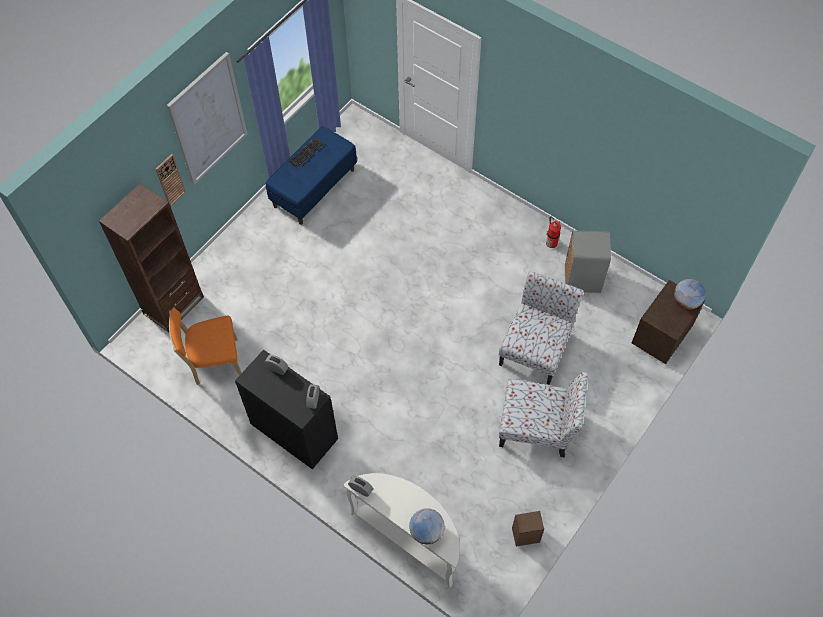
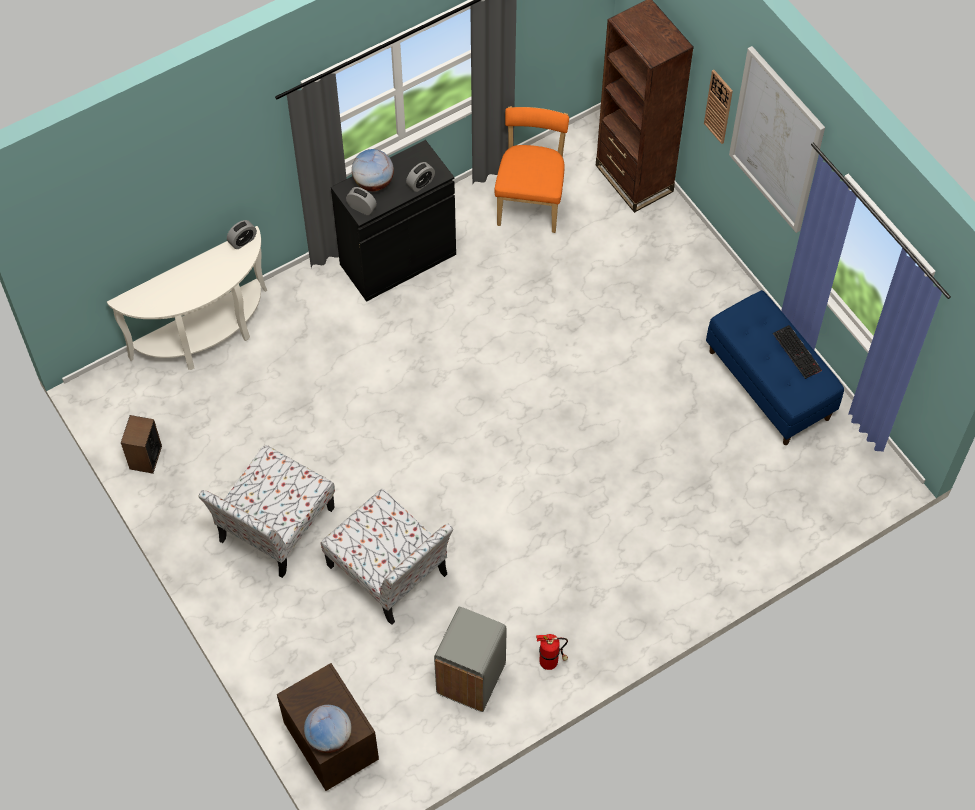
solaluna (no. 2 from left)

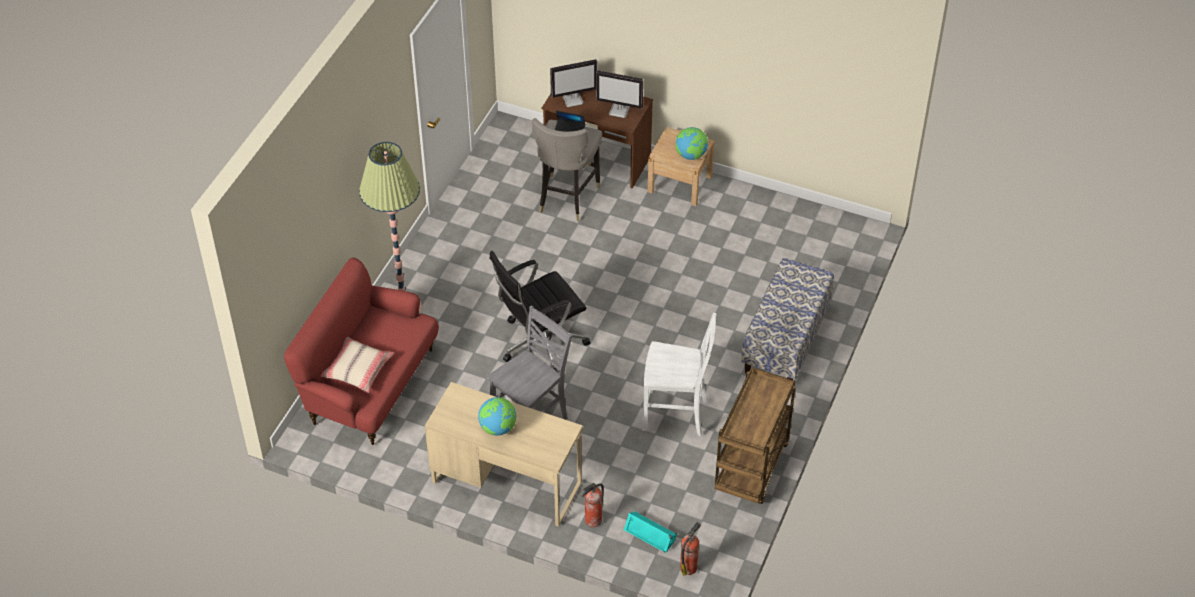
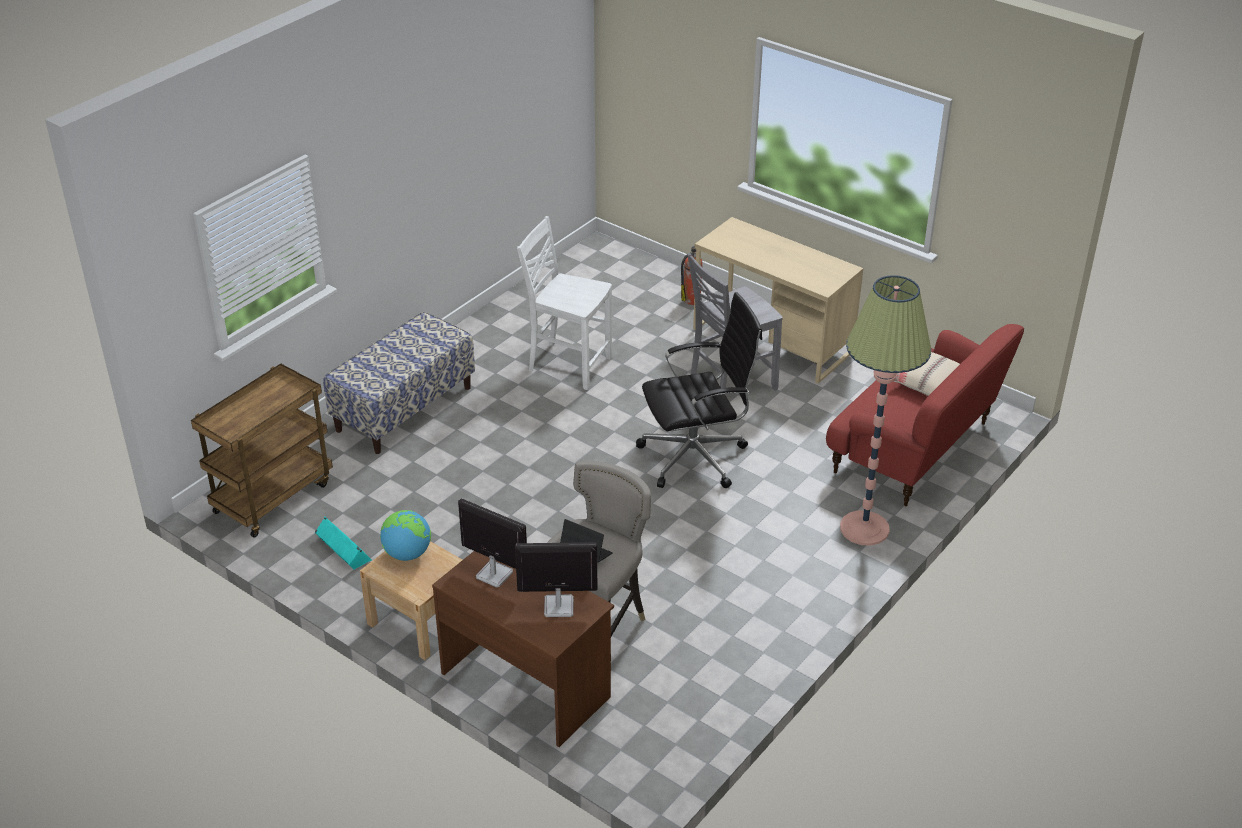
solaluna (no. 1 from left in the first image); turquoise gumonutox; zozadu (no. 2 from left in the first image); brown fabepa

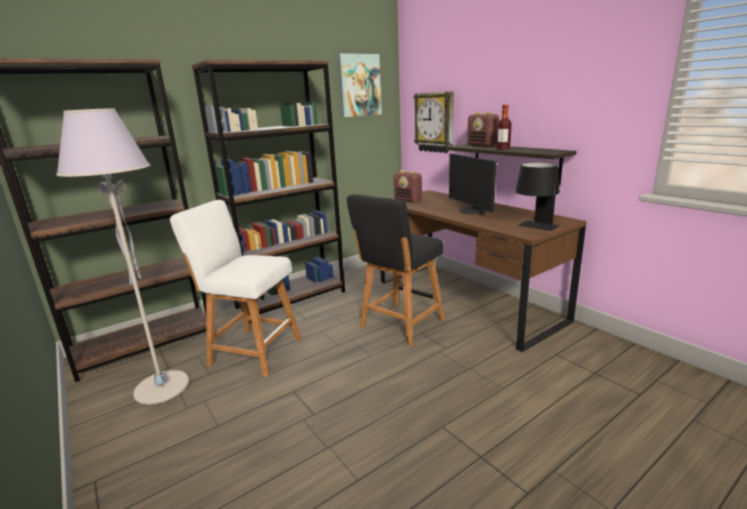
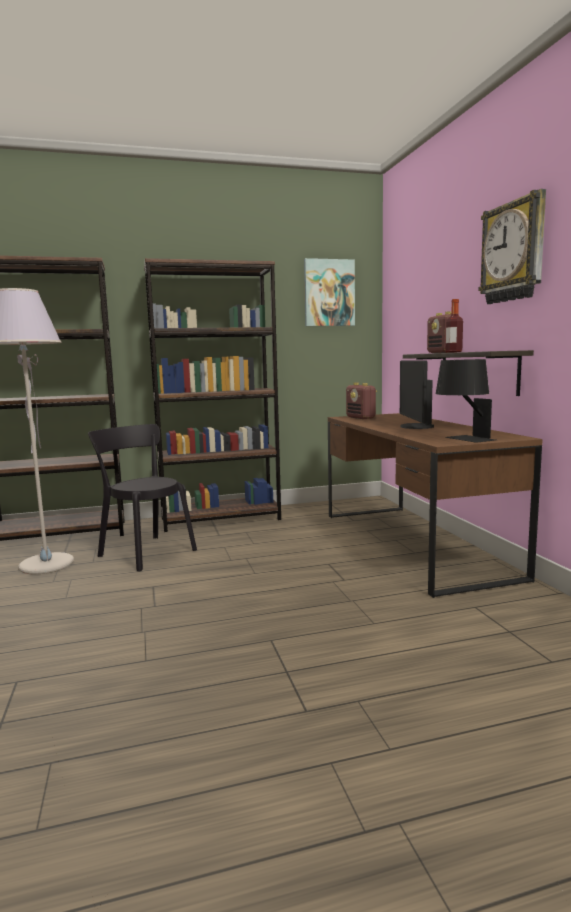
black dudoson; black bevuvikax; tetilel

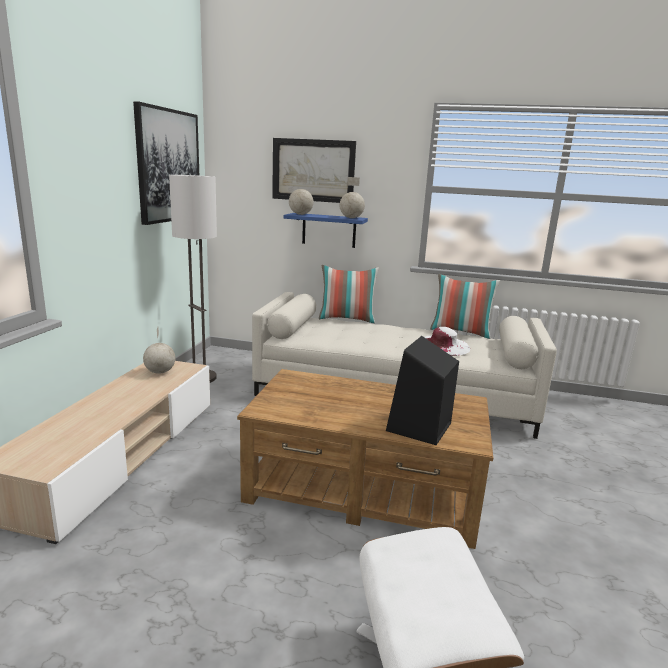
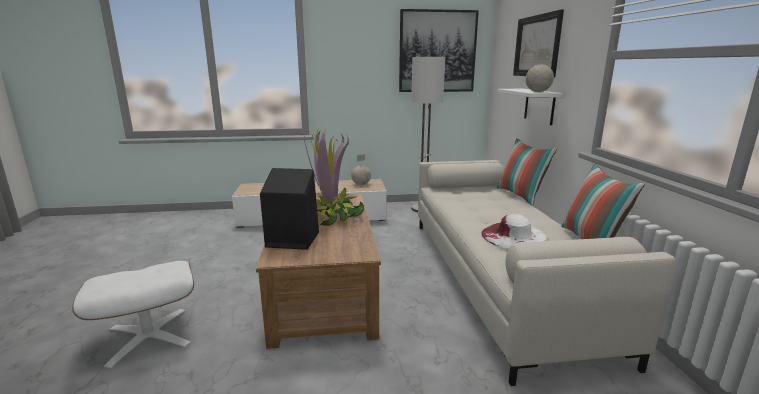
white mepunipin; solaluna (no. 2 from left in the first image); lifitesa

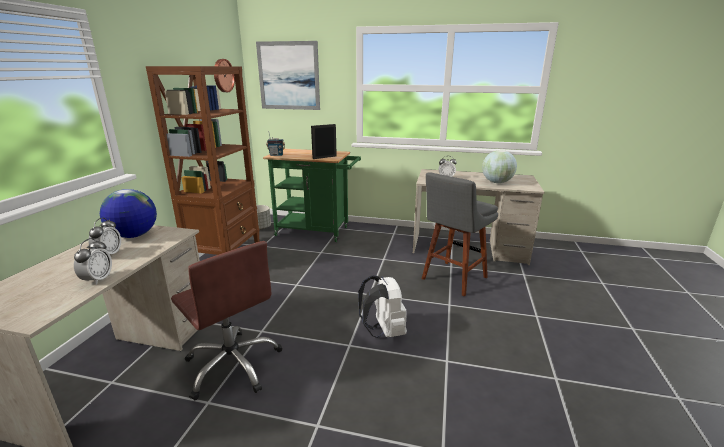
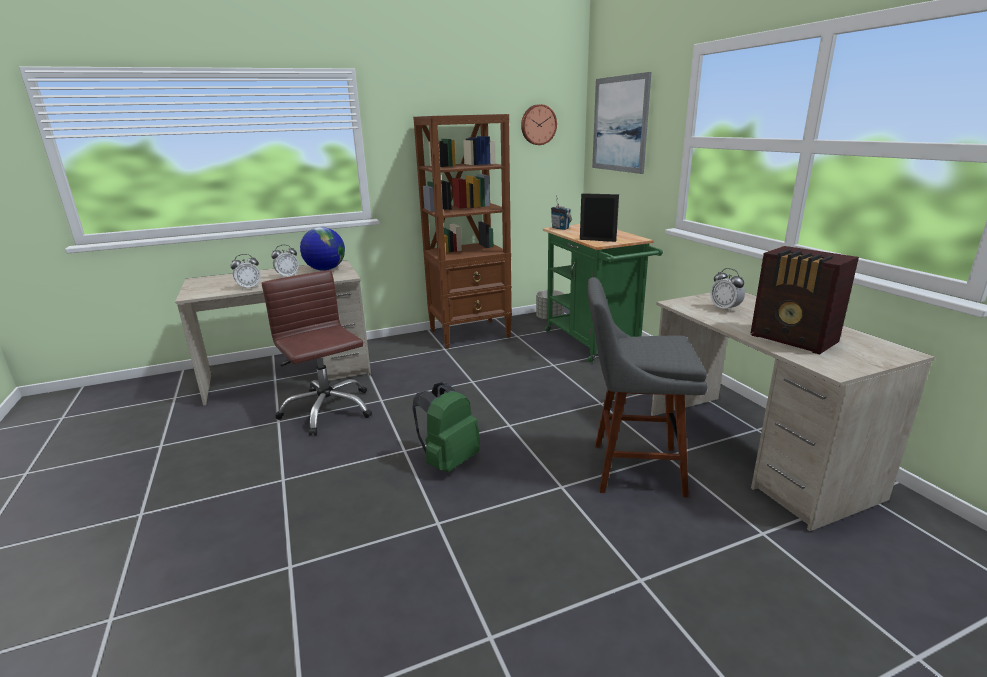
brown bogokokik; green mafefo; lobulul (no. 2 from left)

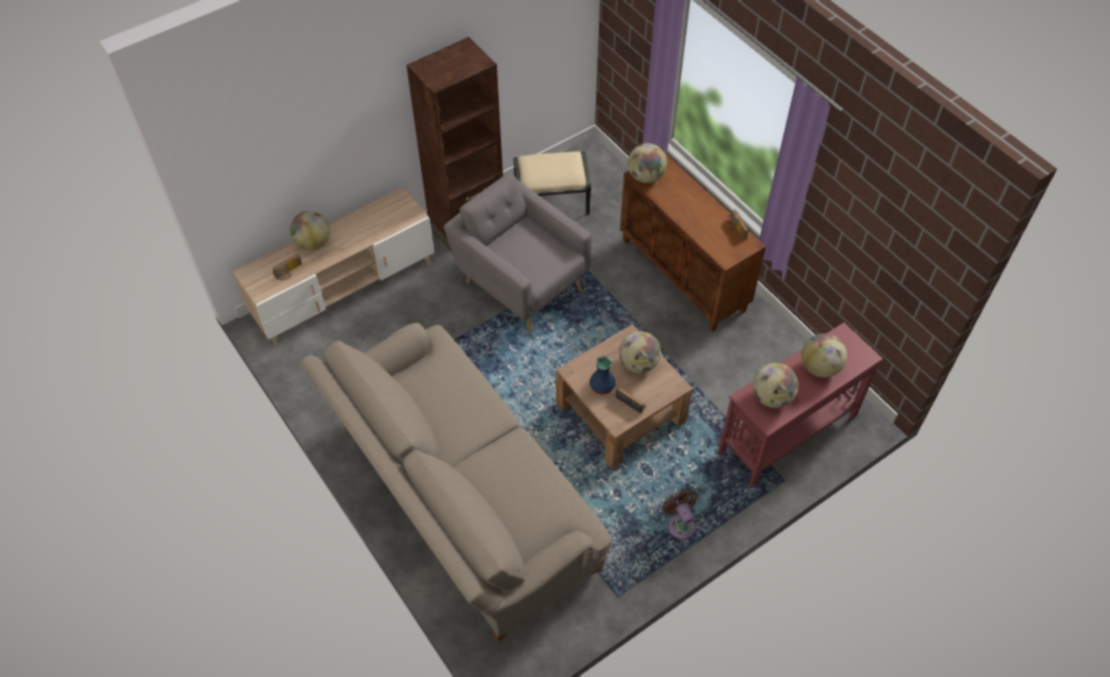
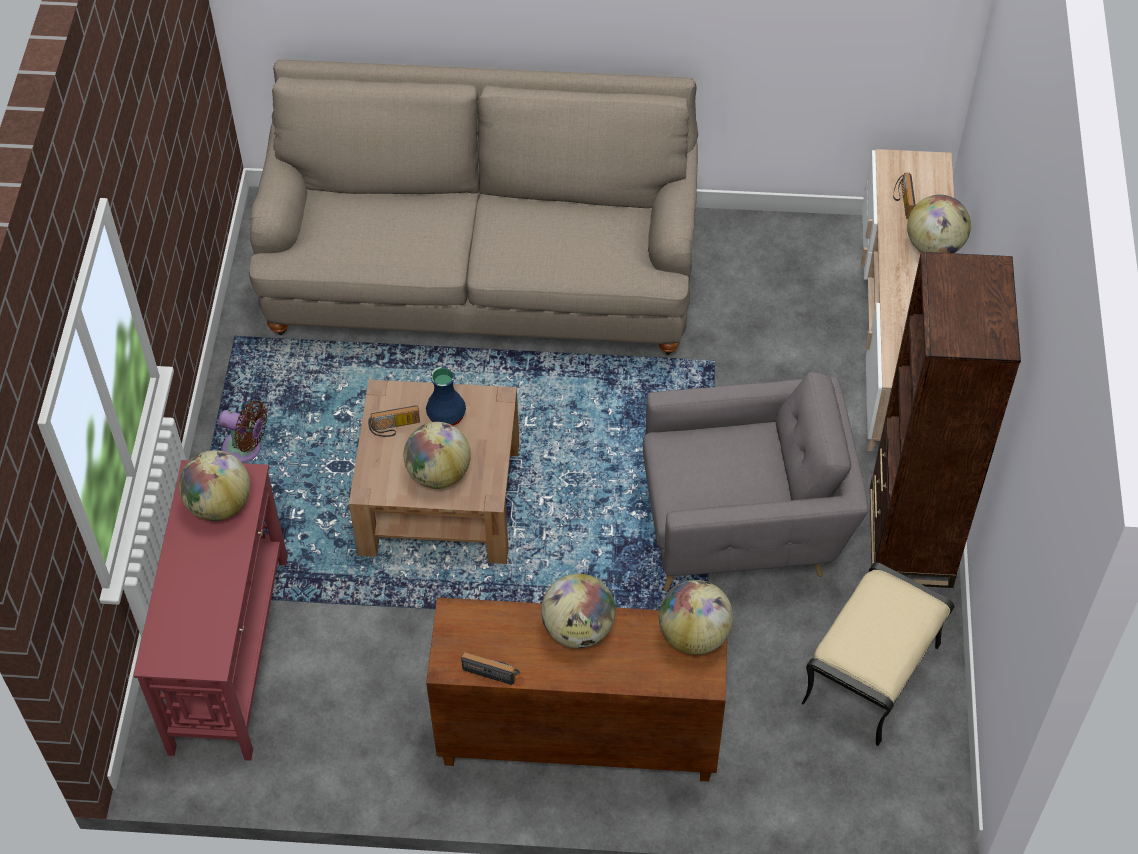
solaluna (no. 3 from left)

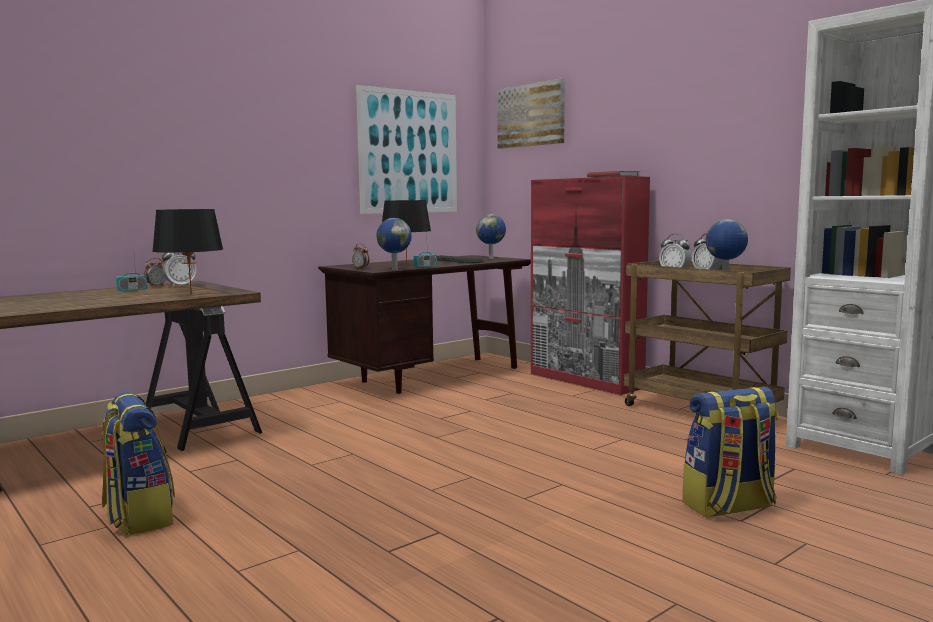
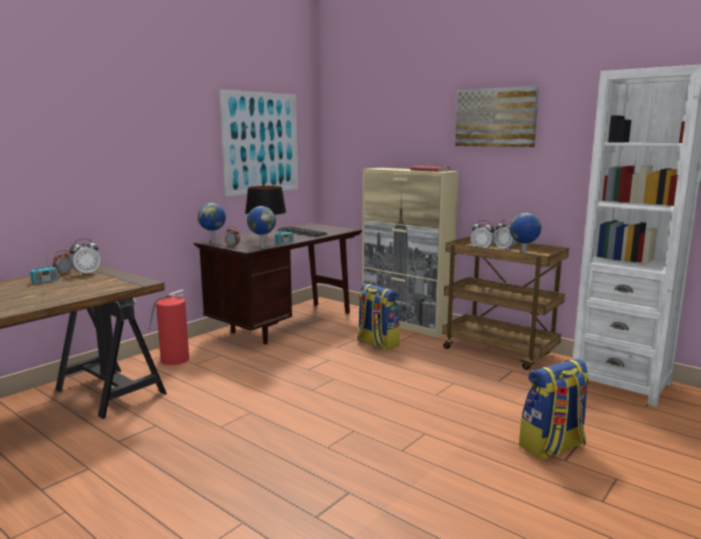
mafefo (no. 1 from left); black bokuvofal (no. 1 from left in the first image); solaluna (no. 1 from left); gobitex (no. 2 from left); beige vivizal; zozadu

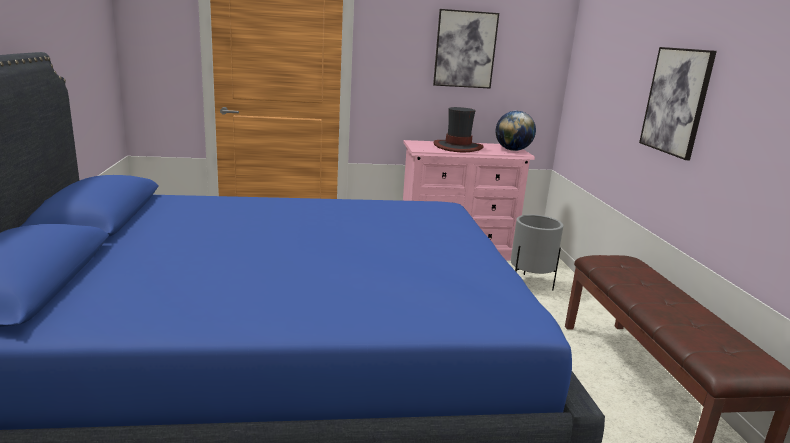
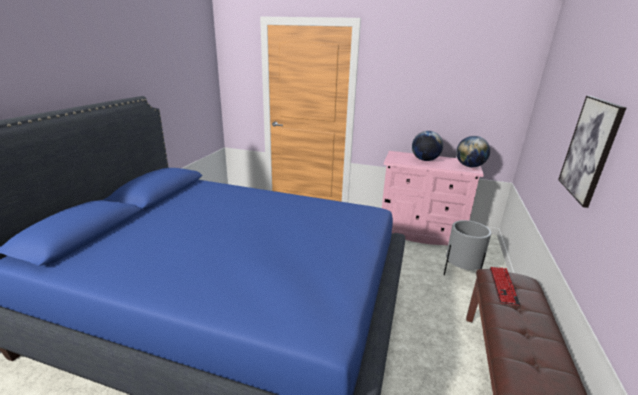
gobitex (no. 1 from left in the first image); solaluna (no. 1 from left); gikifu

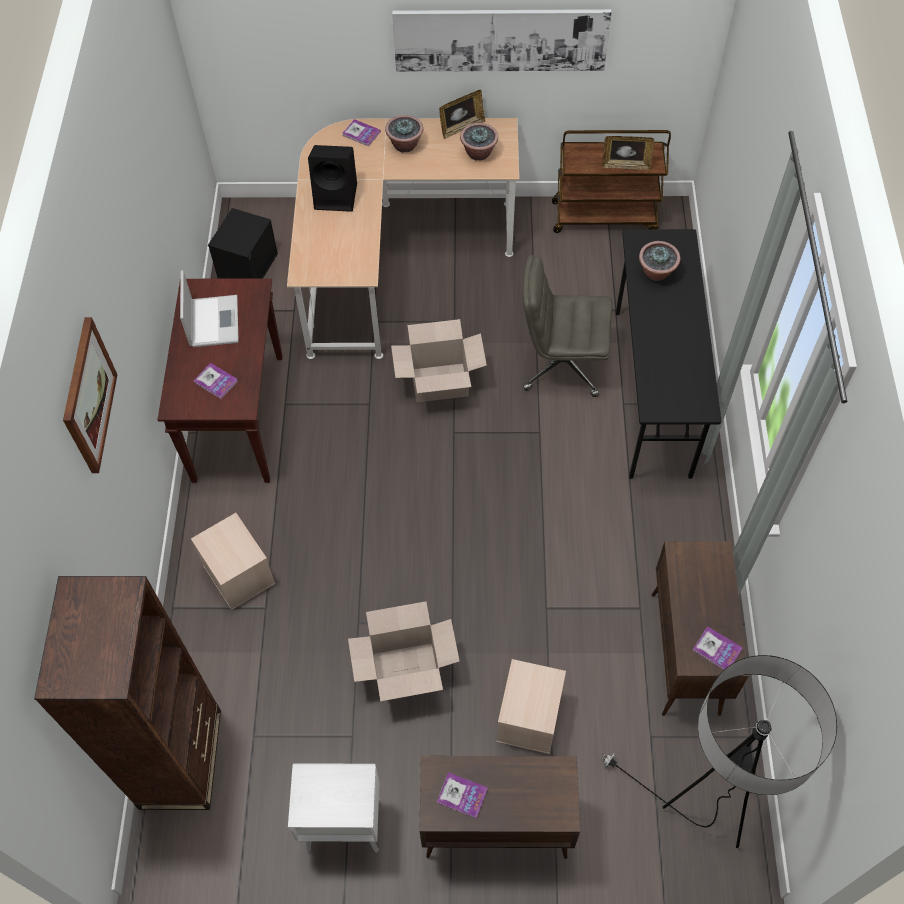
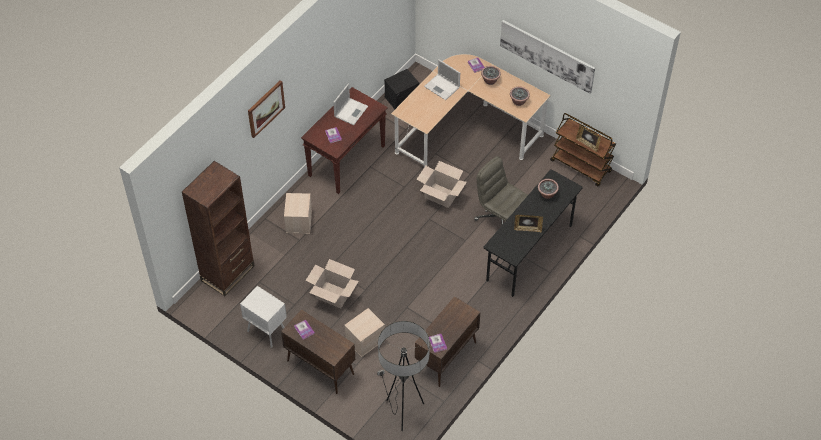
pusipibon (no. 2 from left); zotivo (no. 1 from left)

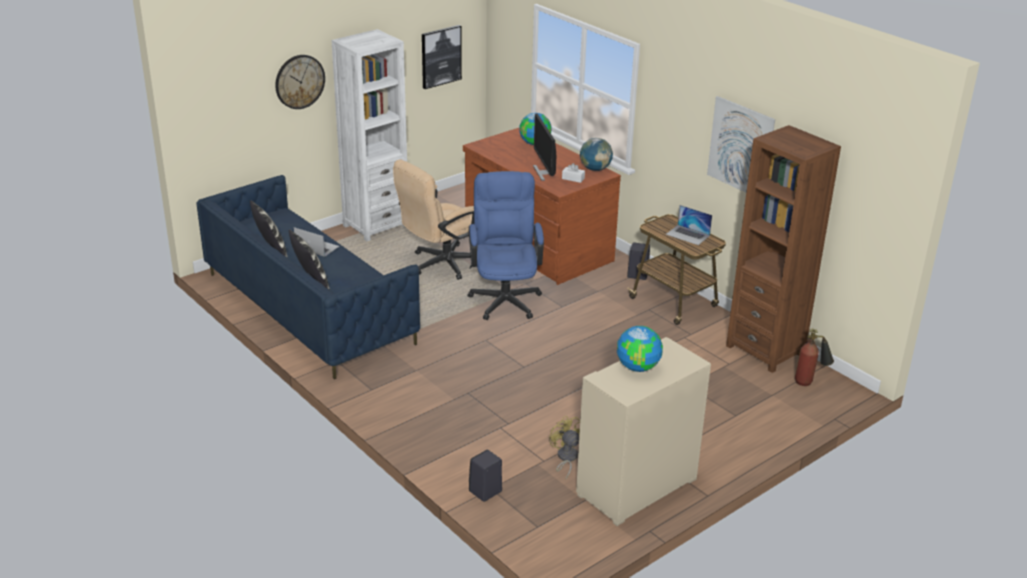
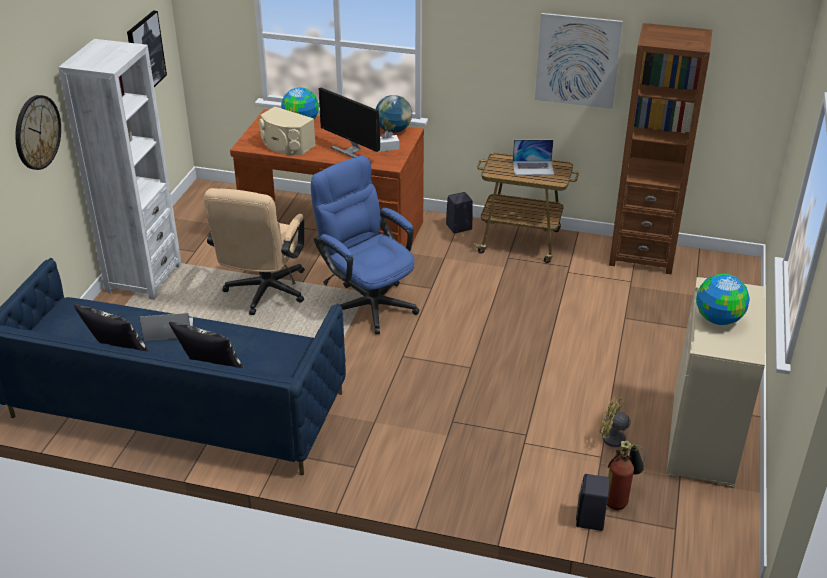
zozadu; beige gumonutox

